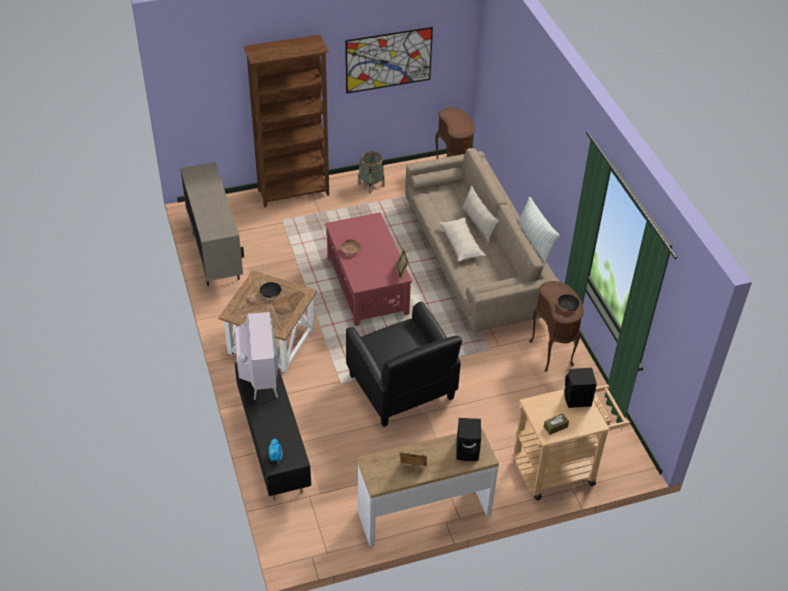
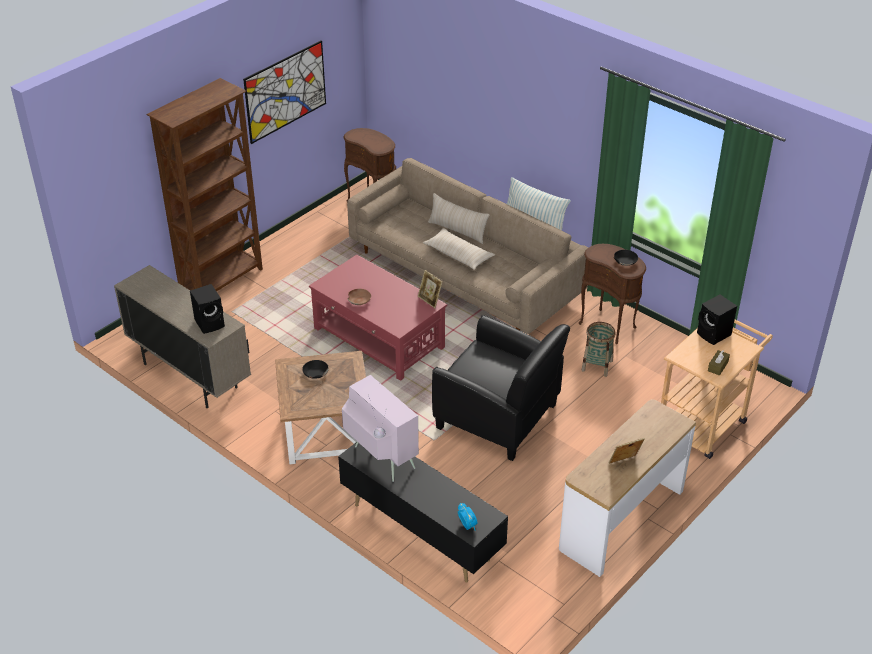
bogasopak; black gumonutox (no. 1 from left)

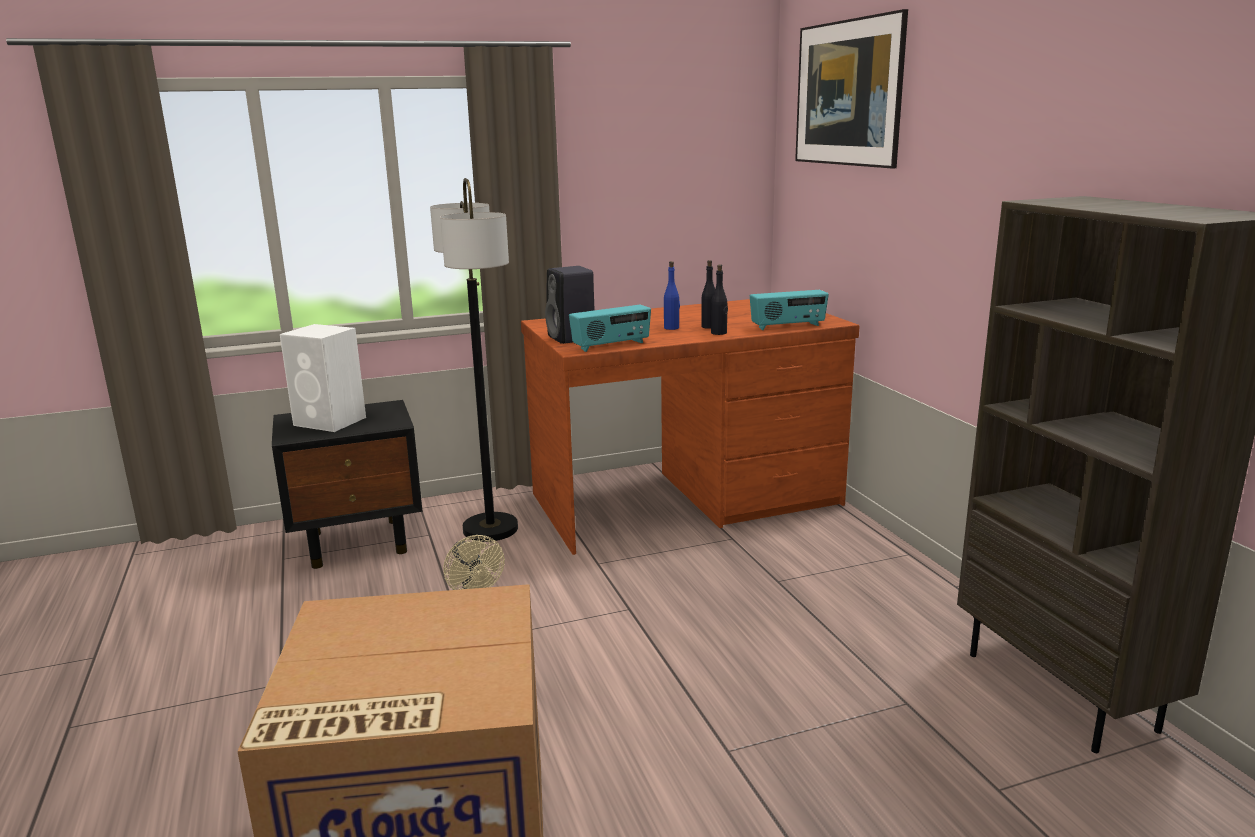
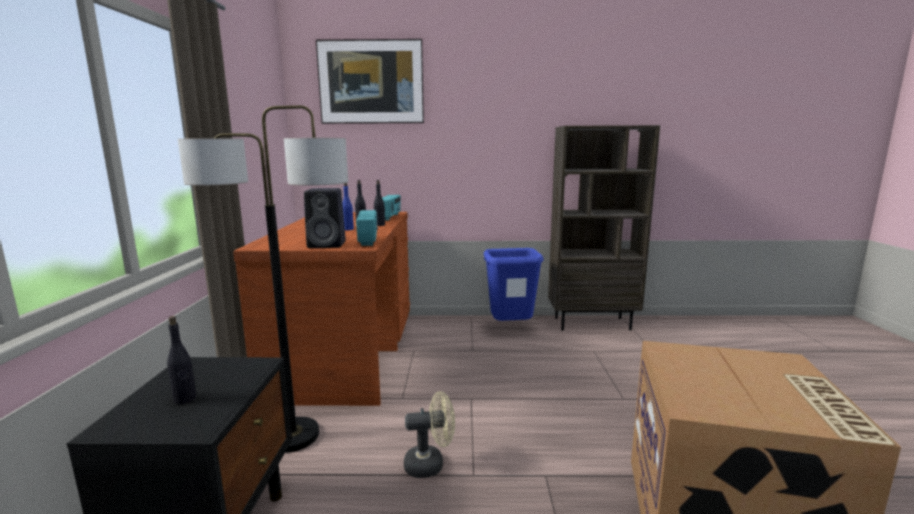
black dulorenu (no. 1 from left); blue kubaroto

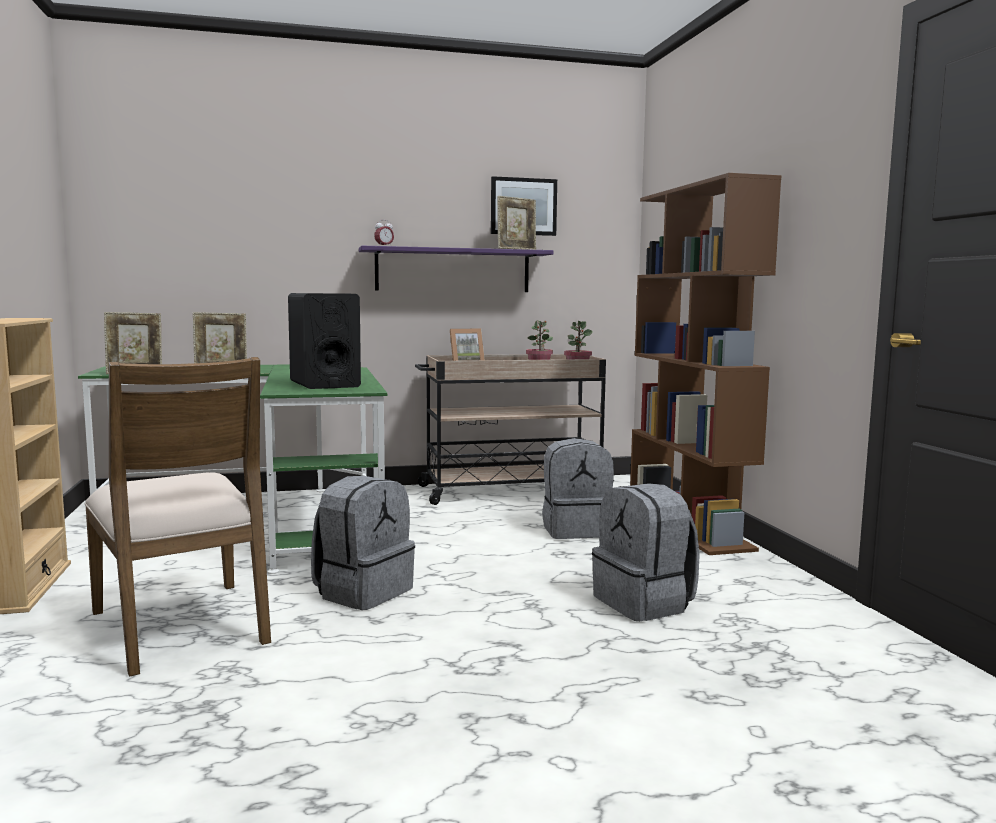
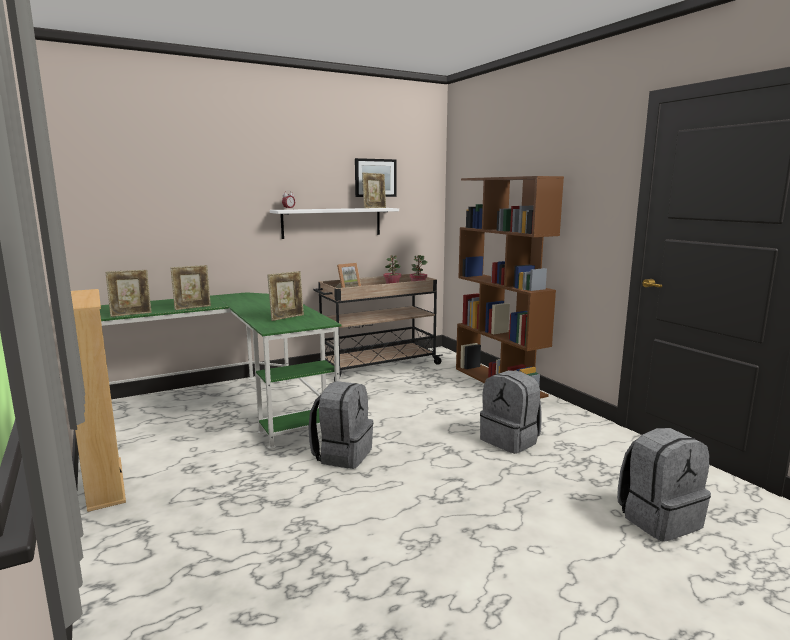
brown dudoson; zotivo (no. 3 from left); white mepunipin; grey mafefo (no. 3 from left)

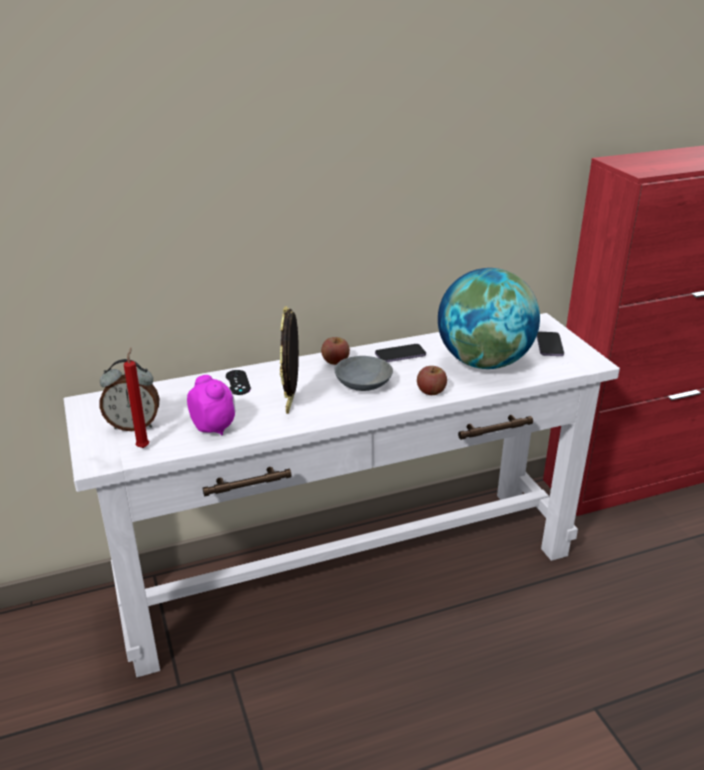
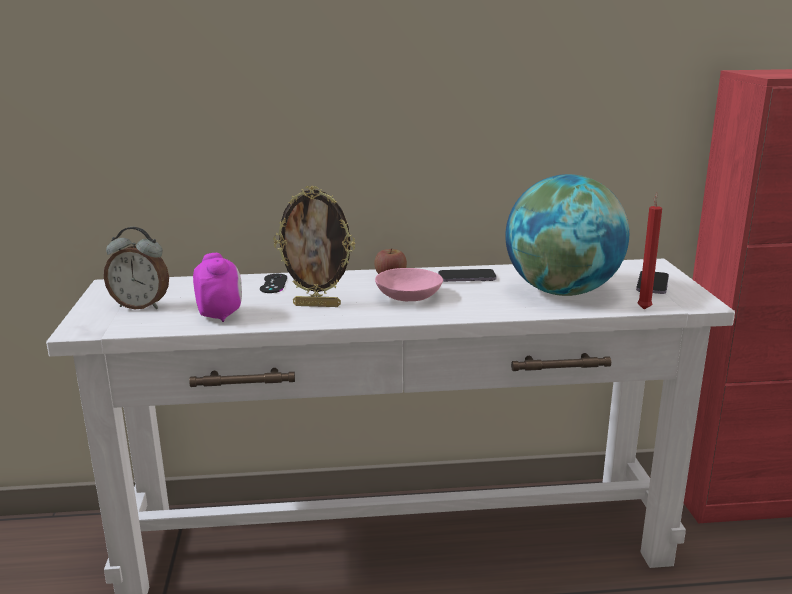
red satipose; zotivo; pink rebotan; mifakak (no. 2 from left in the first image)

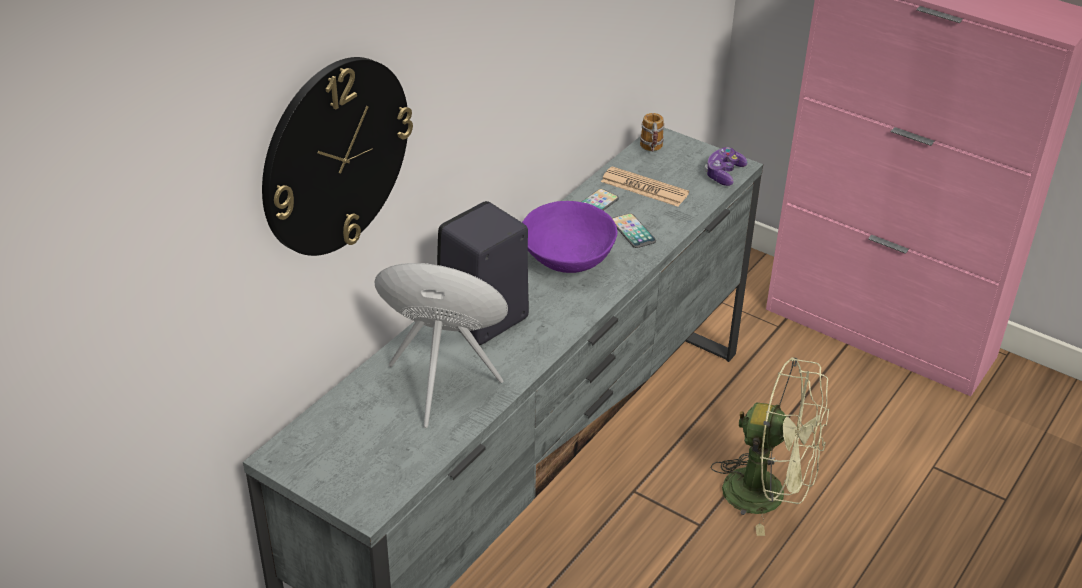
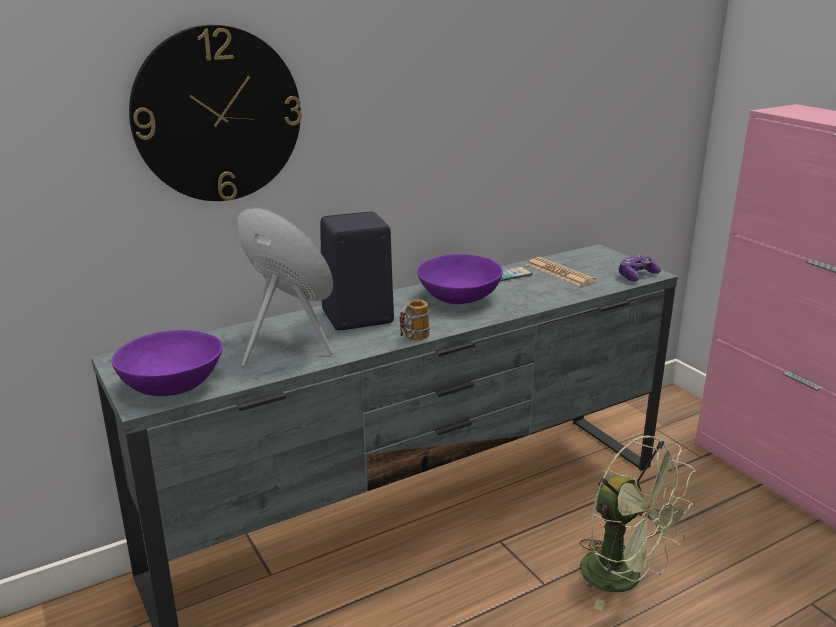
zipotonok (no. 2 from left in the first image); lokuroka; purple rebotan (no. 1 from left)

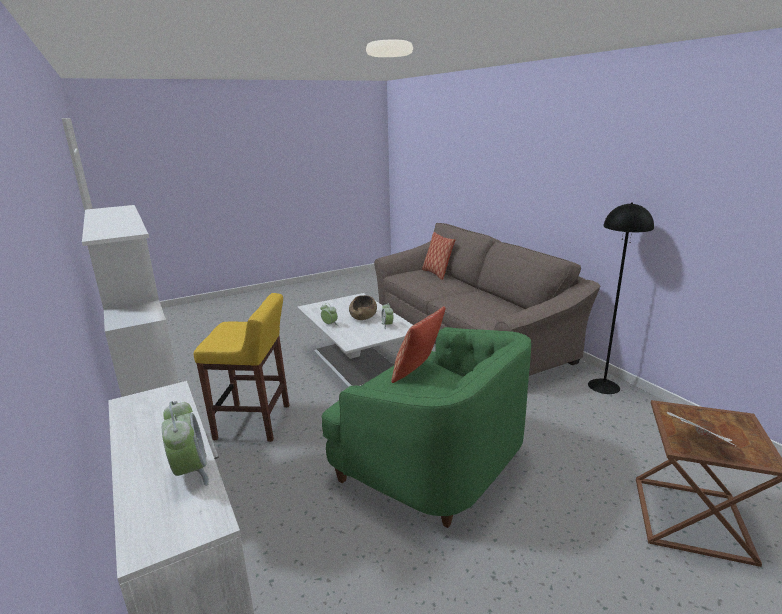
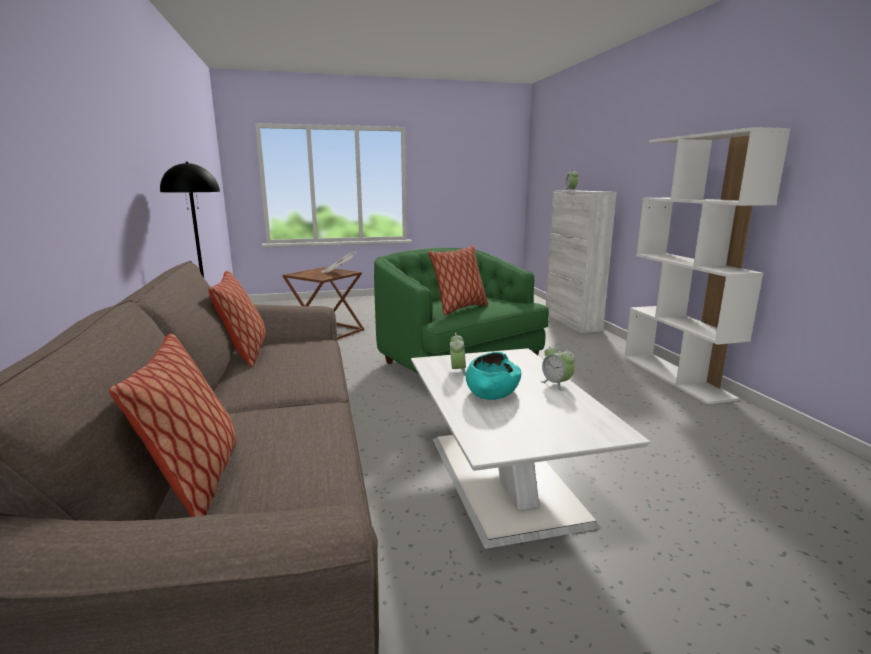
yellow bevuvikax; turquoise rebotan; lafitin (no. 2 from left)

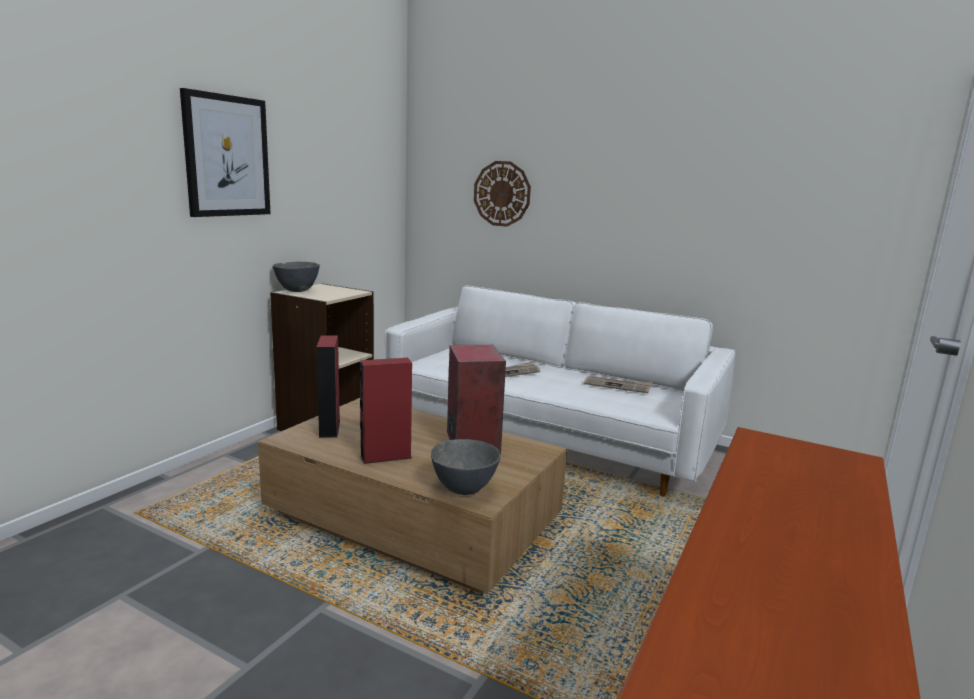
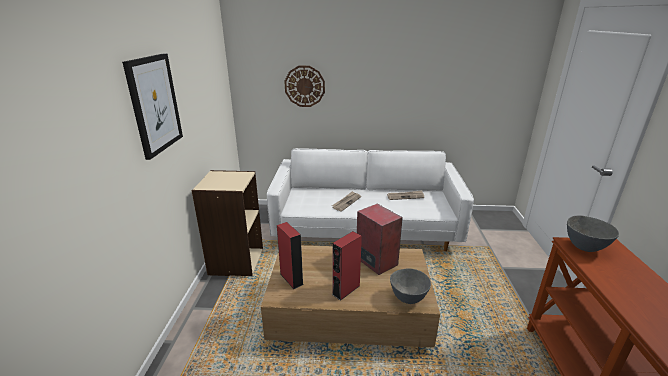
grey rebotan (no. 2 from left)

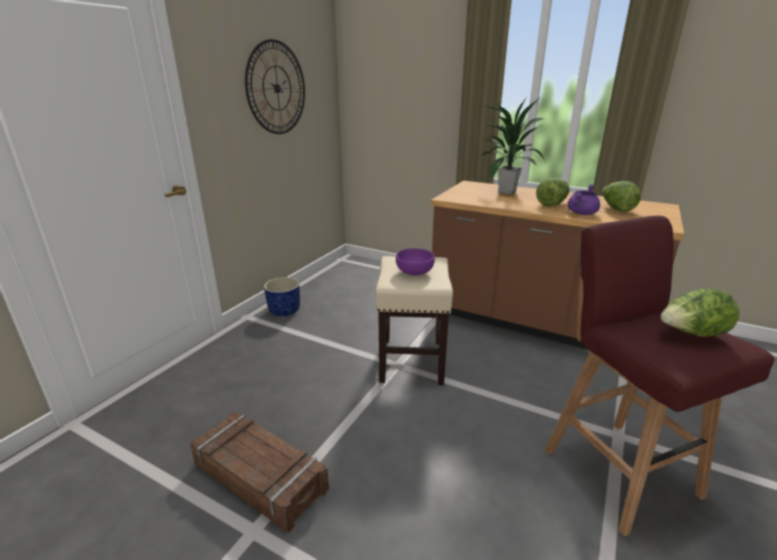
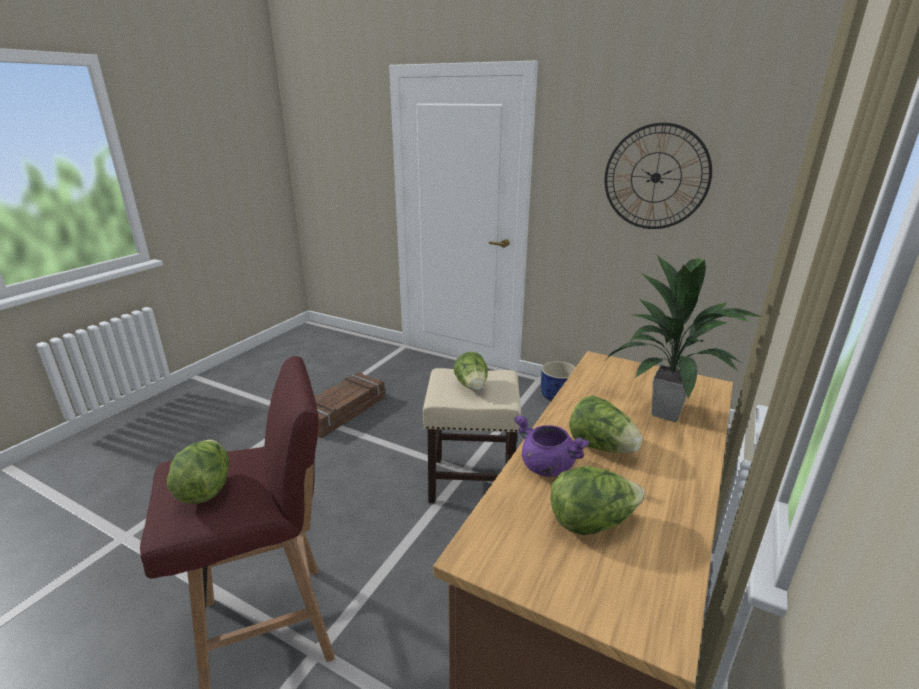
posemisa (no. 2 from left)

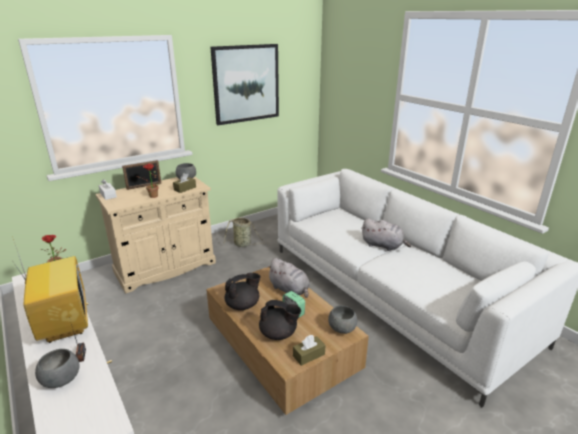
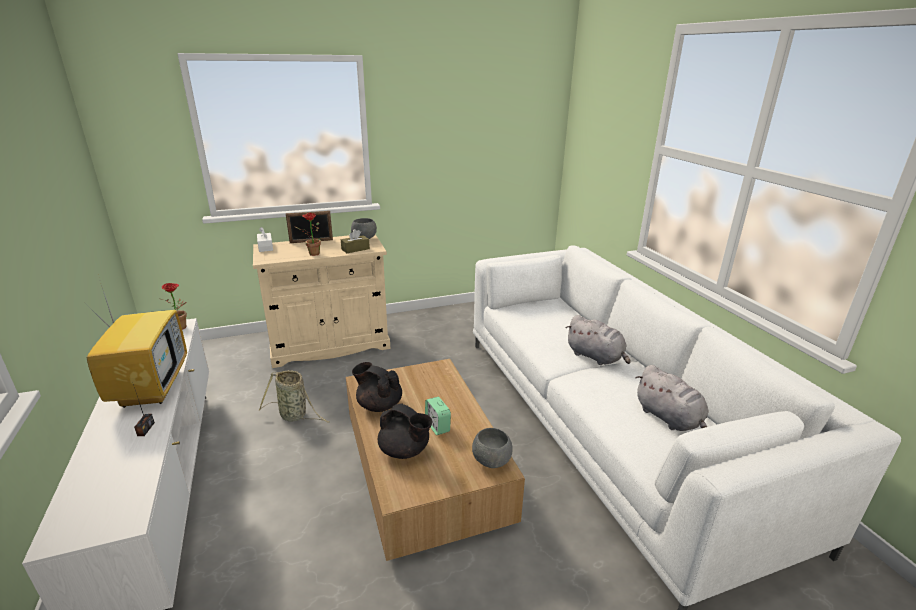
grey rebotan (no. 1 from left in the first image); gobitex; bogasopak; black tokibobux (no. 1 from left); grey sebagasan (no. 2 from left); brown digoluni (no. 2 from left in the first image)

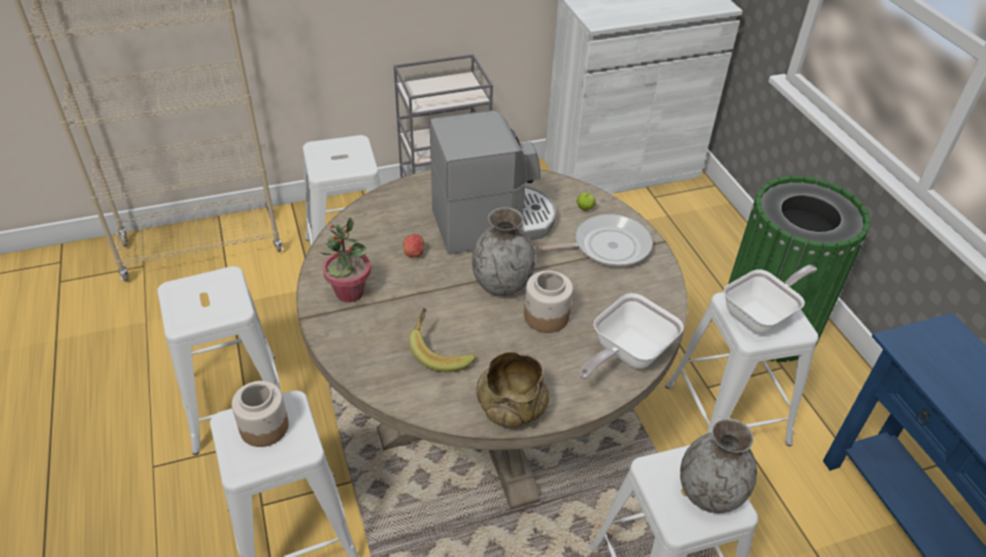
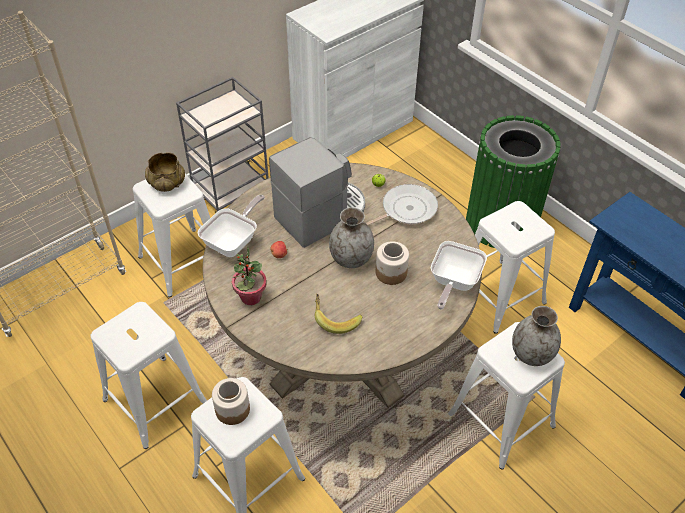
beige rebotan; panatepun (no. 1 from left)

